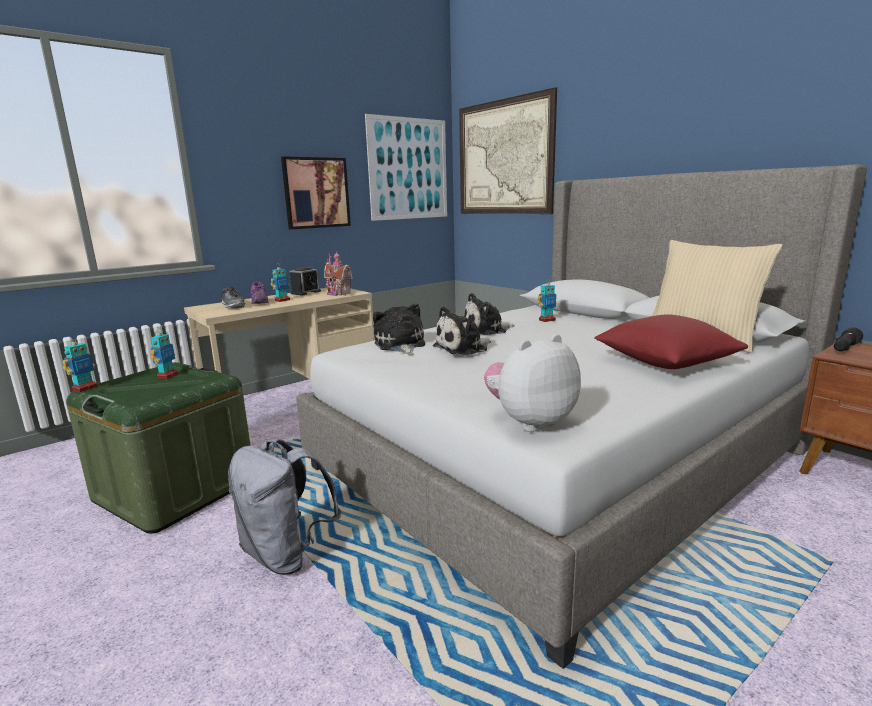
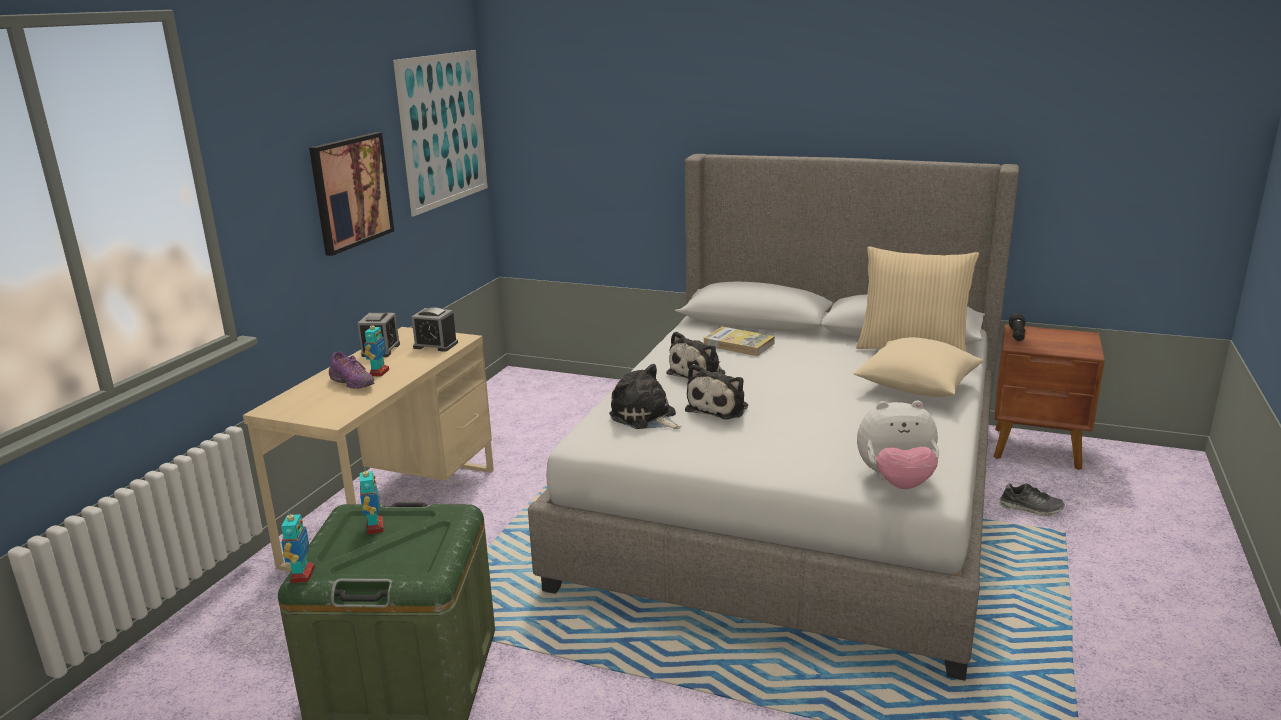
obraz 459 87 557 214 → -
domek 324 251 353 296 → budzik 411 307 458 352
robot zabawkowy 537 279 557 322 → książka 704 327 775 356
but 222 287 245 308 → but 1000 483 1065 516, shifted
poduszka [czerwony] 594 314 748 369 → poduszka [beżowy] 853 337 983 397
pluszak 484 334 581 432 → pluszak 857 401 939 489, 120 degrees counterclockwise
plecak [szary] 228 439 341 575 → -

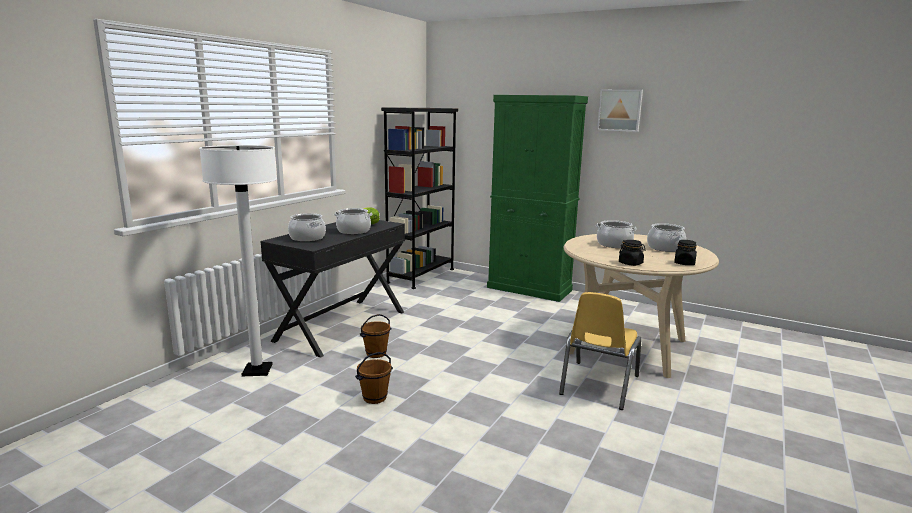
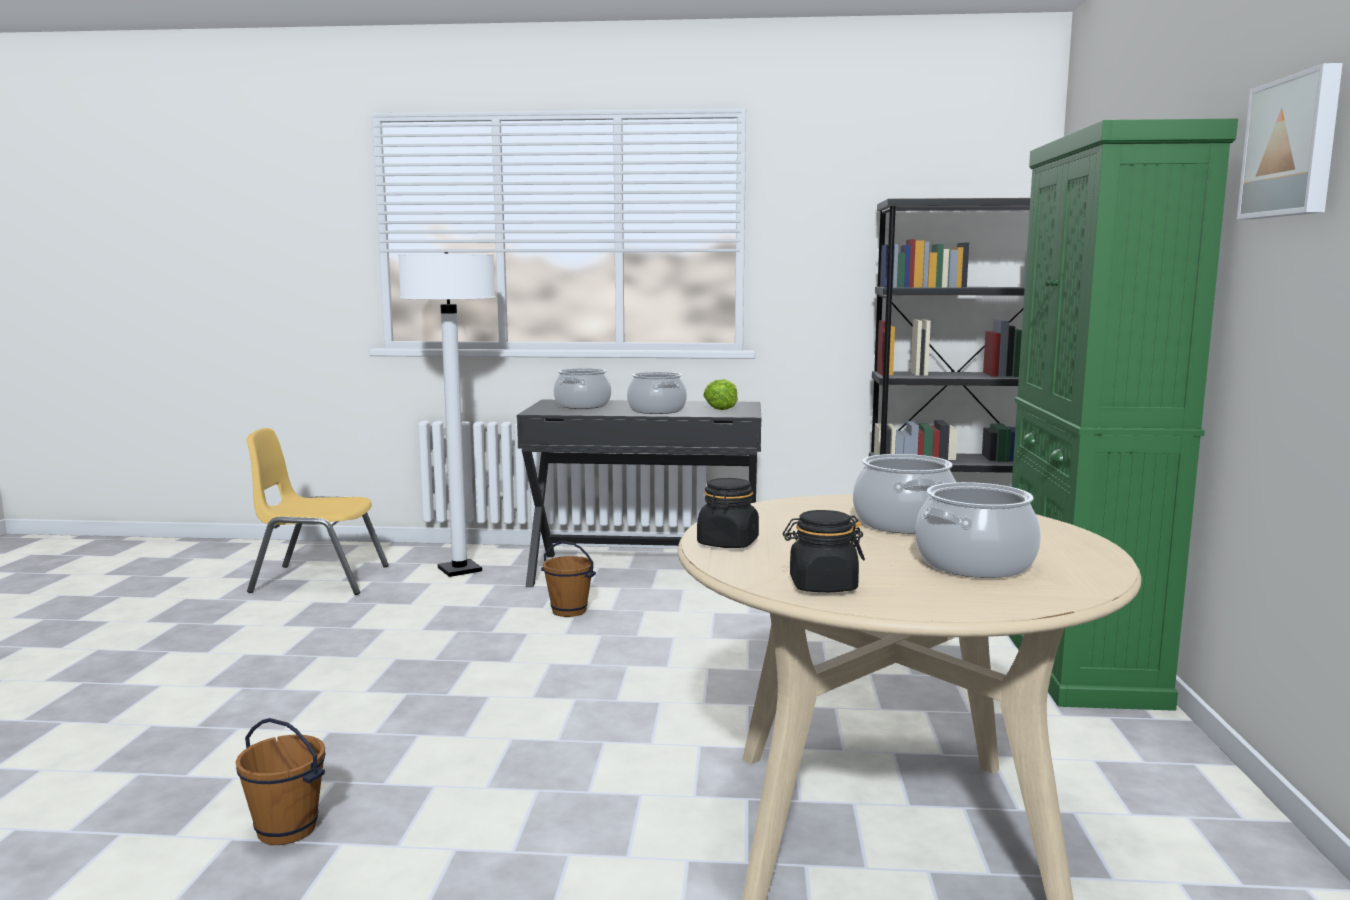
krzesło [żółty] 559 292 642 410 → krzesło [żółty] 247 428 389 595, shifted
wiadro [brązowy] 355 352 393 404 → wiadro [brązowy] 236 718 325 845, shifted

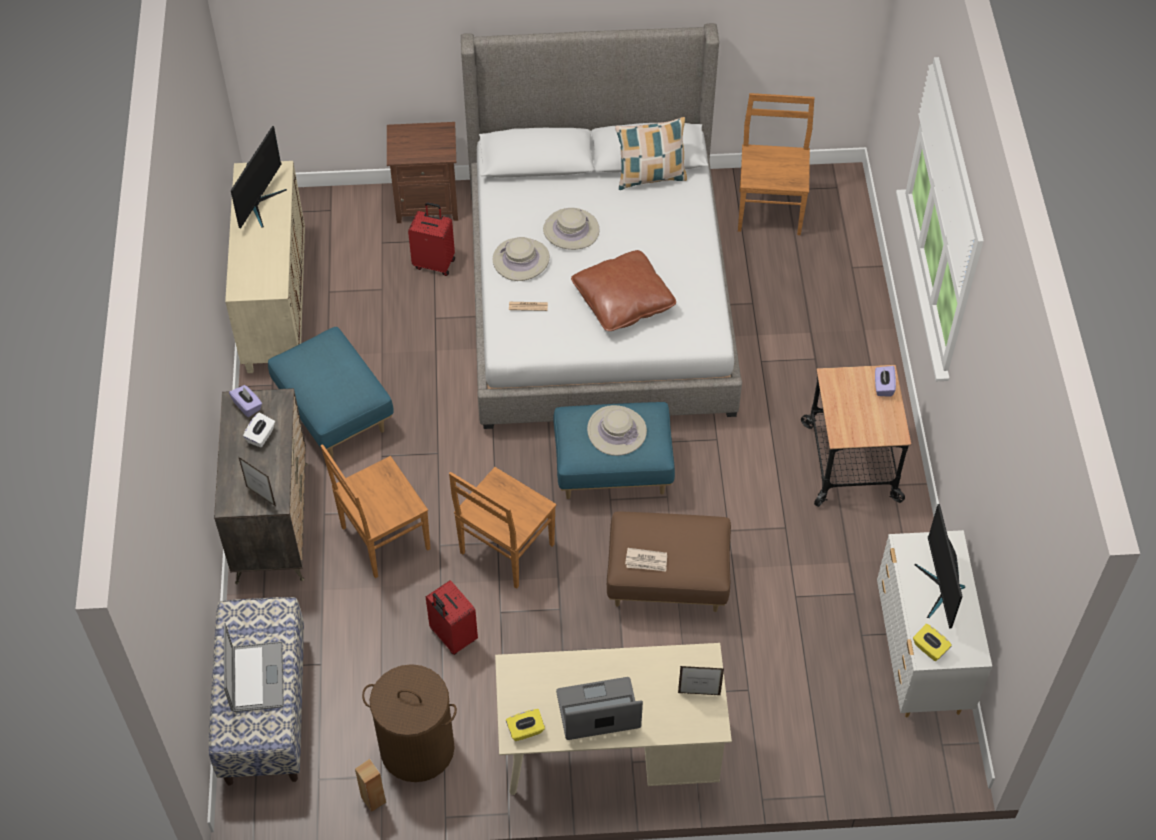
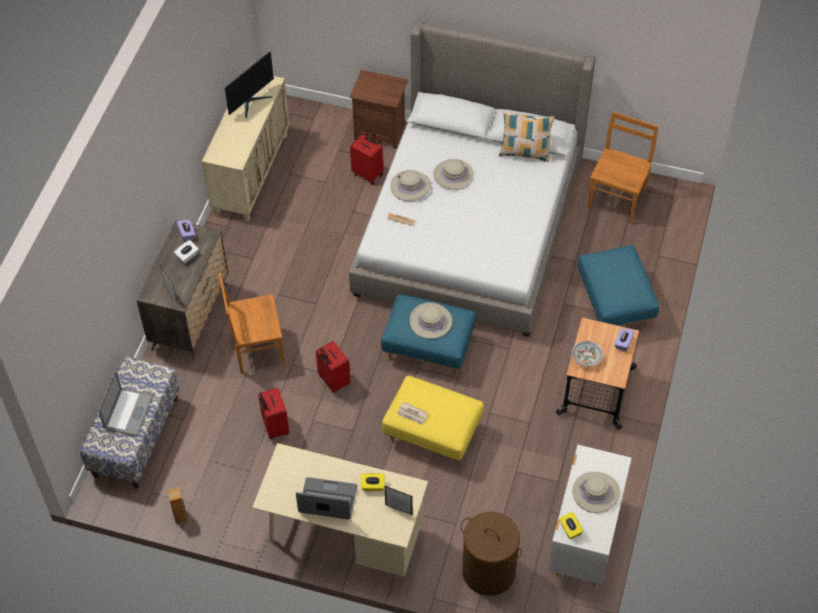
poduszka [brązowy] 571 250 676 331 → -
pufa [niebieski] 268 327 394 459 → pufa [niebieski] 578 245 659 328, shifted
krzesło [brązowy] 449 467 556 589 → walizka [czerwony] 316 341 351 393
monitor 915 504 965 628 → kapelusz [beżowy] 572 472 620 513
pufa [brązowy] 607 512 731 612 → pufa [żółty] 382 376 484 465
kosz na pranie [brązowy] 362 664 457 782 → kosz na pranie [brązowy] 460 511 522 596, shifted
pudełko chusteczek [żółty] 506 709 545 741 → pudełko chusteczek [żółty] 361 473 385 491, shifted
- → miska 572 340 603 367

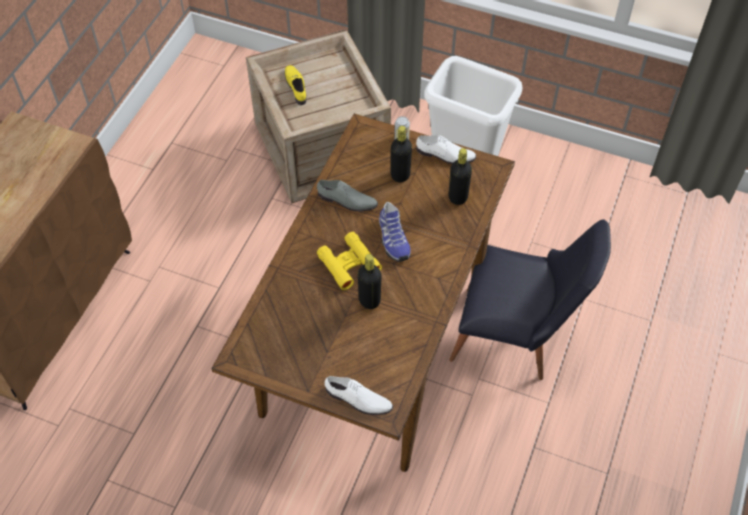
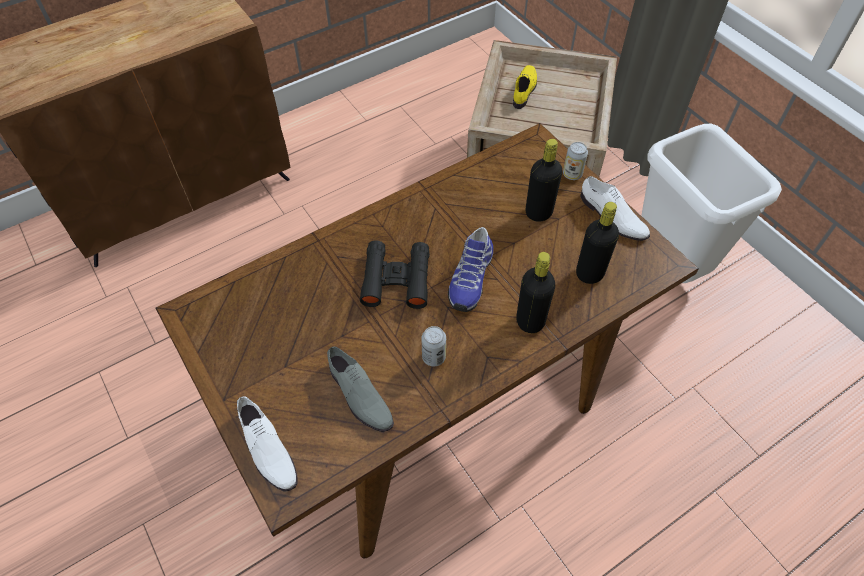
but [szary] 317 180 378 211 → but [szary] 327 346 394 432, shifted
krzesło [czarny] 449 219 611 380 → -
lornetka [żółty] 317 232 382 290 → lornetka [czarny] 360 240 430 309
butelka [czarny] 358 254 382 309 → butelka [czarny] 516 252 555 333, shifted
- → puszka 421 326 446 367

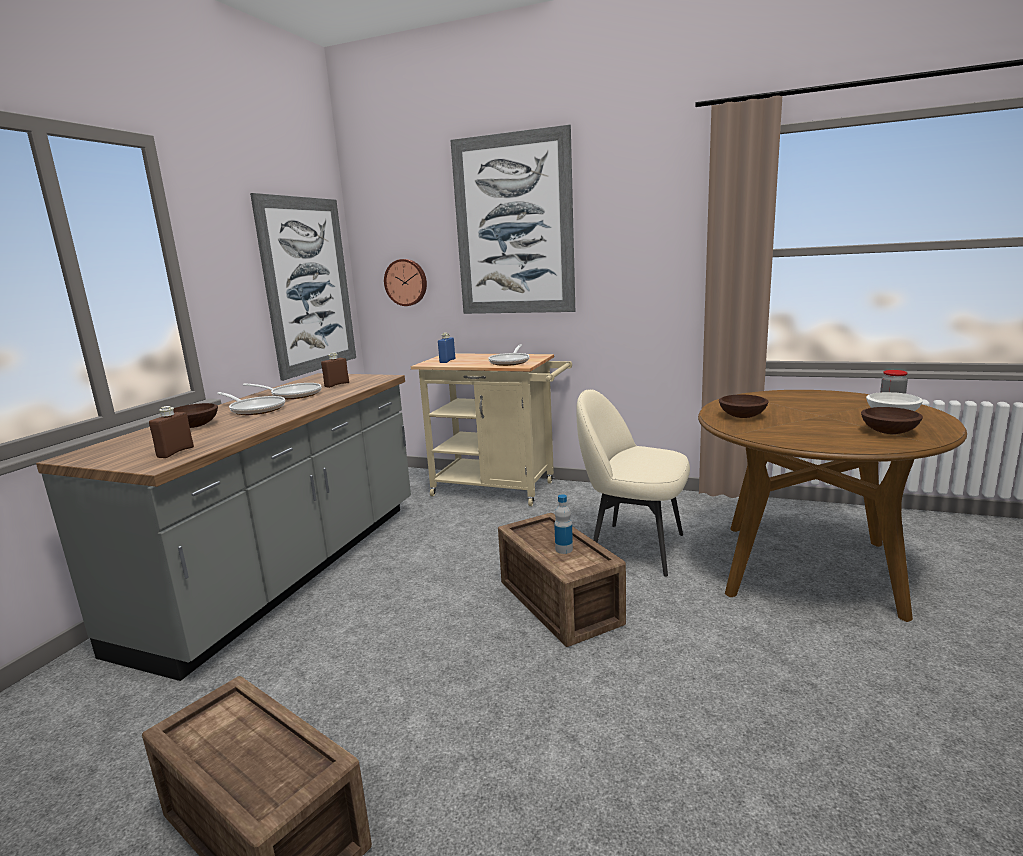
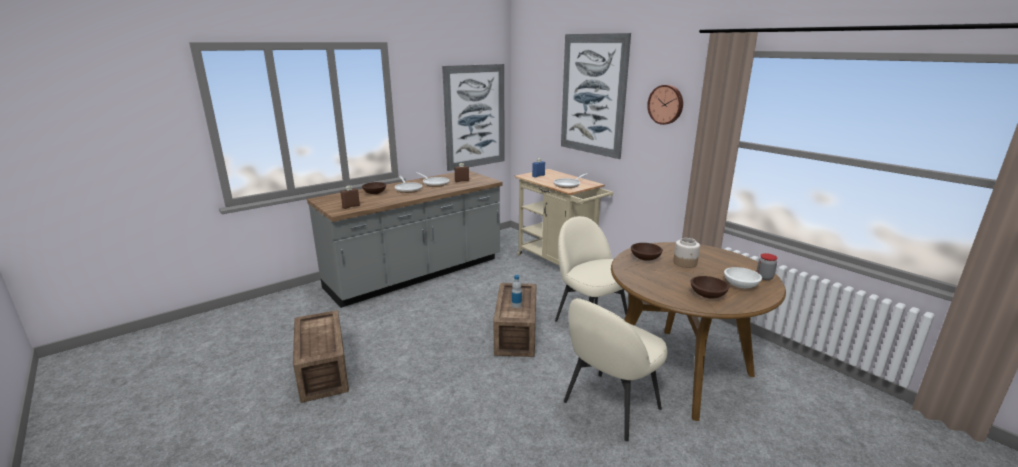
zegar ścienny 384 259 427 306 → zegar ścienny 647 85 683 125, shifted
- → słoik 673 238 700 268
- → krzesło [beżowy] 564 298 668 441

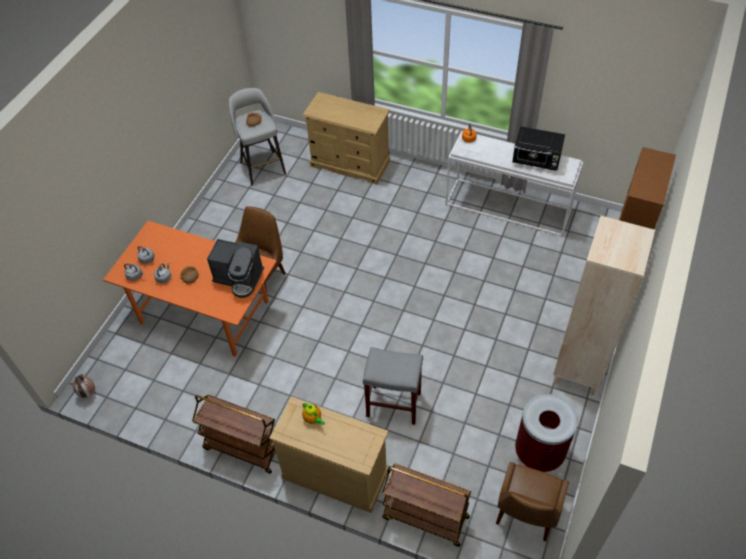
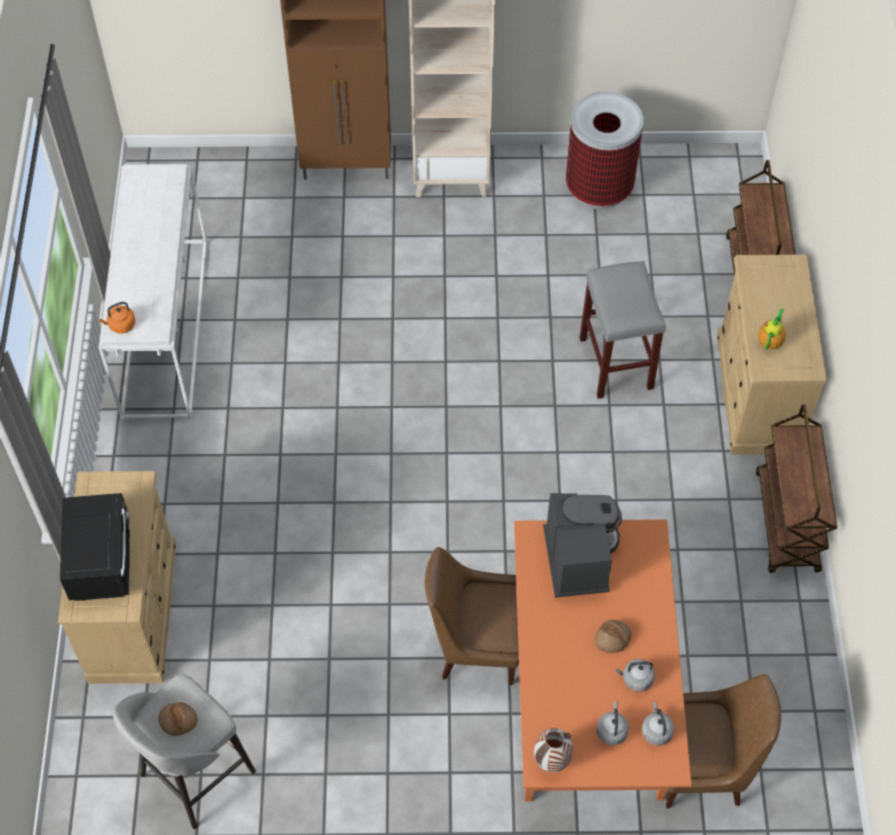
mikrofalówka [czarny] 512 126 565 171 → mikrofalówka [czarny] 60 493 130 601, shifted
wazon 73 374 95 399 → wazon 534 728 573 772, shifted
krzesło [brązowy] 496 462 569 541 → krzesło [brązowy] 666 674 781 808, shifted

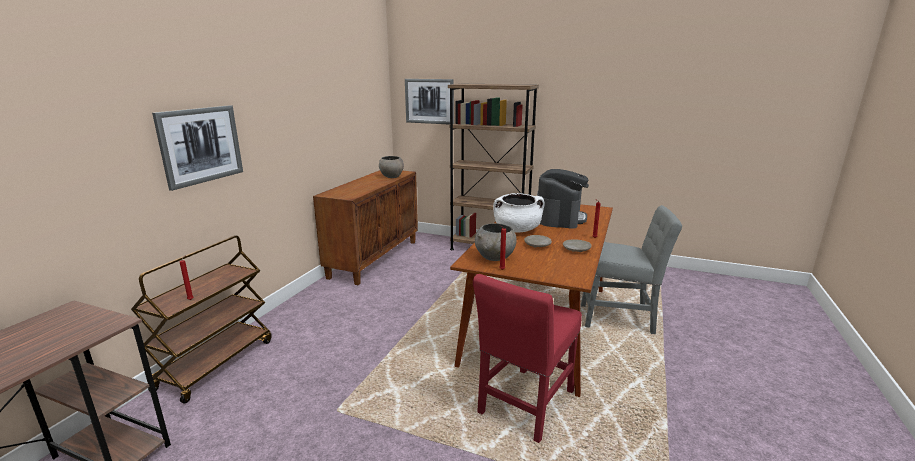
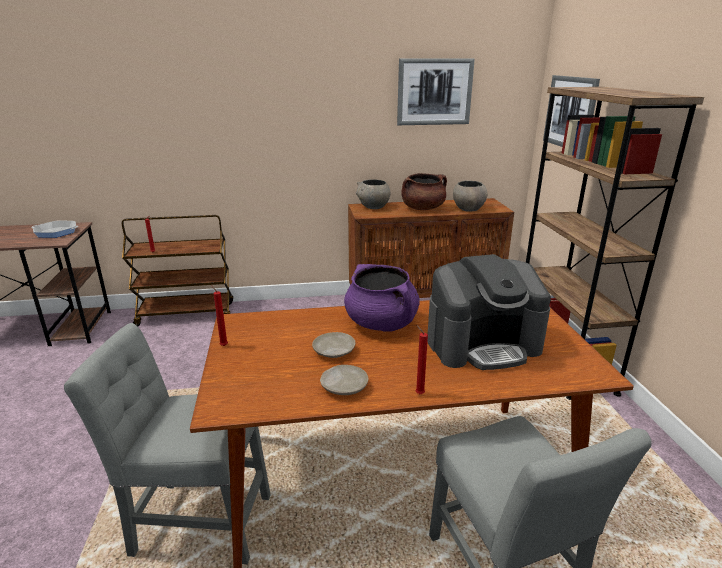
obraz 152 105 243 191 → obraz 397 58 475 125, shifted
garnek [biały] 493 193 545 232 → garnek [fioletowy] 344 264 420 332
miska [szary] 475 223 517 261 → miska [szary] 356 179 390 209, shifted
krzesło [czerwony] 473 274 582 443 → krzesło [szary] 64 323 271 564
- → garnek [brązowy] 401 173 447 210
- → patelnia 32 221 78 238

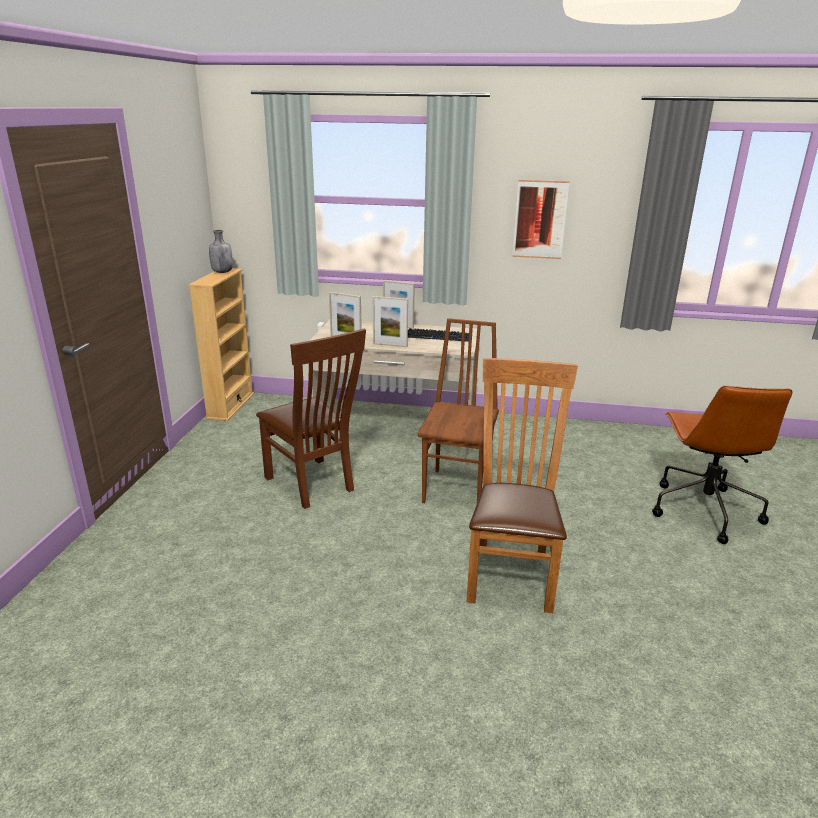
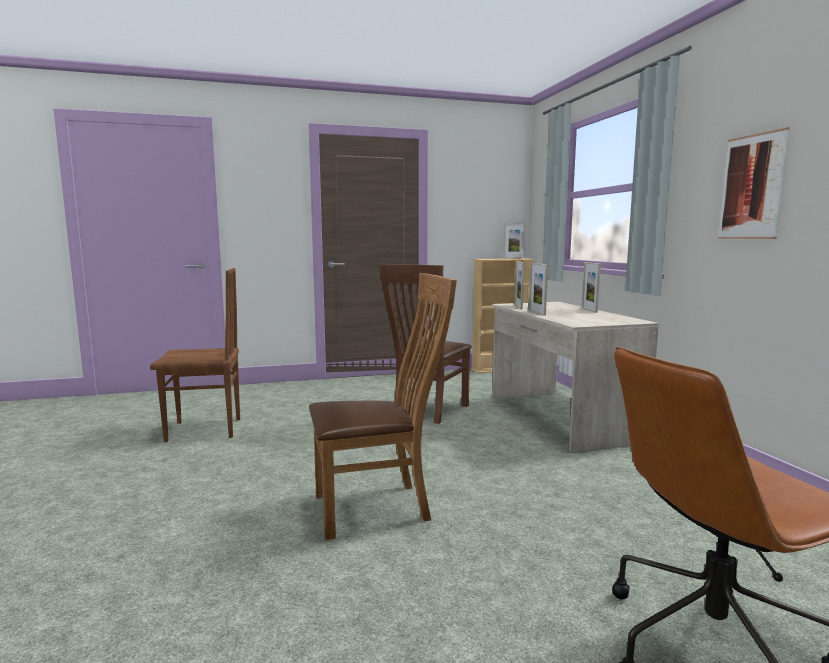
butelka [szary] 209 230 233 273 → ramka na zdjęcie 503 222 525 259
krzesło [brązowy] 418 318 499 503 → krzesło [brązowy] 150 268 240 442, shifted
klawiatura 408 328 469 342 → -

